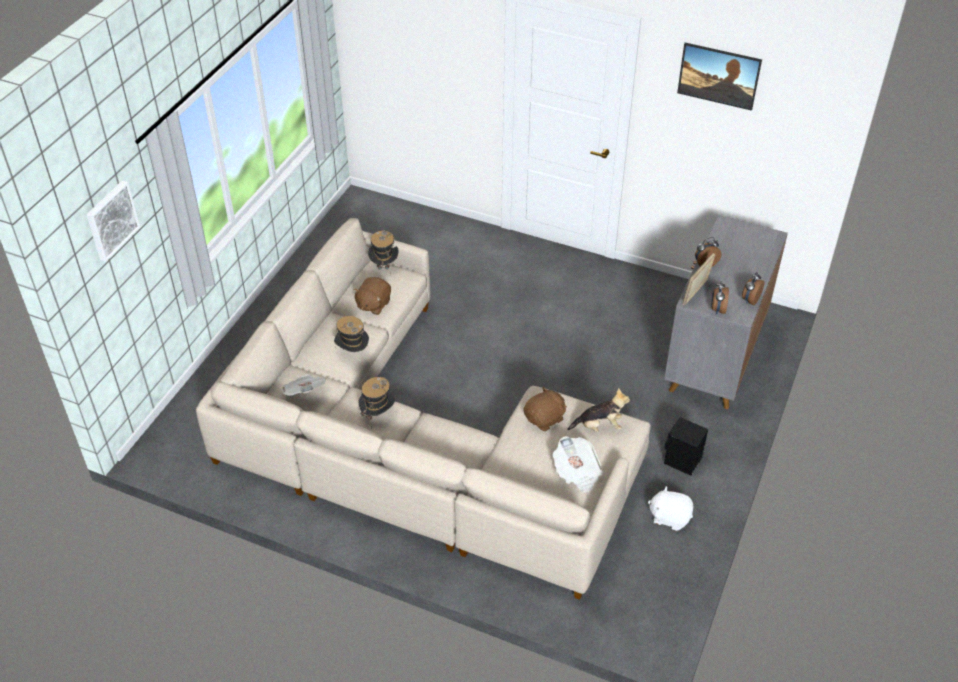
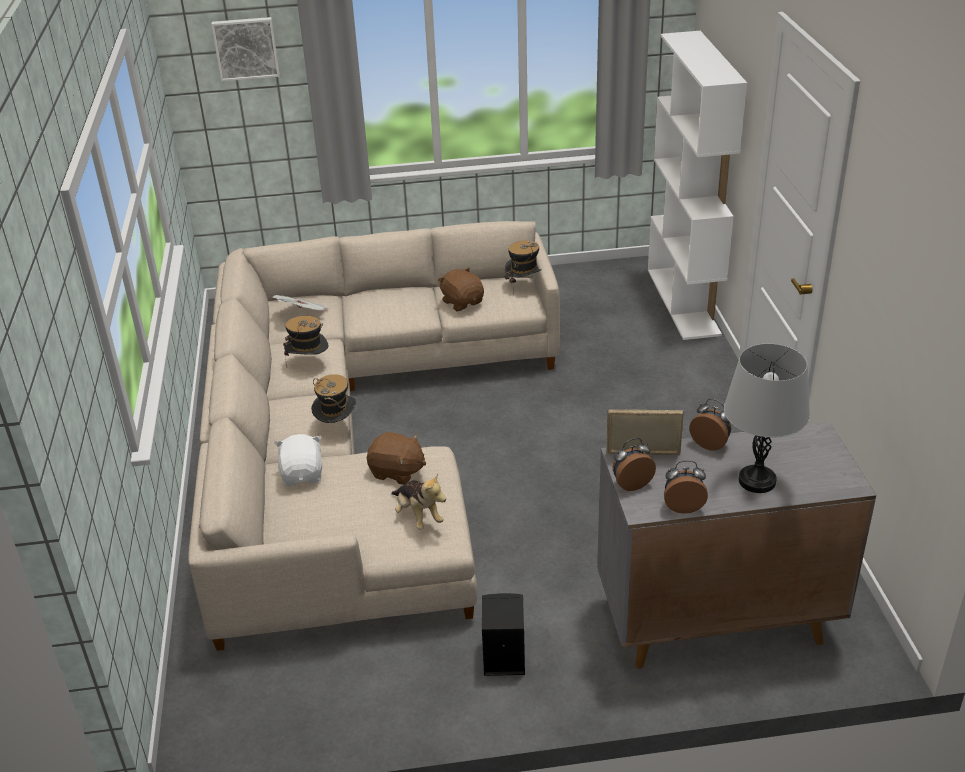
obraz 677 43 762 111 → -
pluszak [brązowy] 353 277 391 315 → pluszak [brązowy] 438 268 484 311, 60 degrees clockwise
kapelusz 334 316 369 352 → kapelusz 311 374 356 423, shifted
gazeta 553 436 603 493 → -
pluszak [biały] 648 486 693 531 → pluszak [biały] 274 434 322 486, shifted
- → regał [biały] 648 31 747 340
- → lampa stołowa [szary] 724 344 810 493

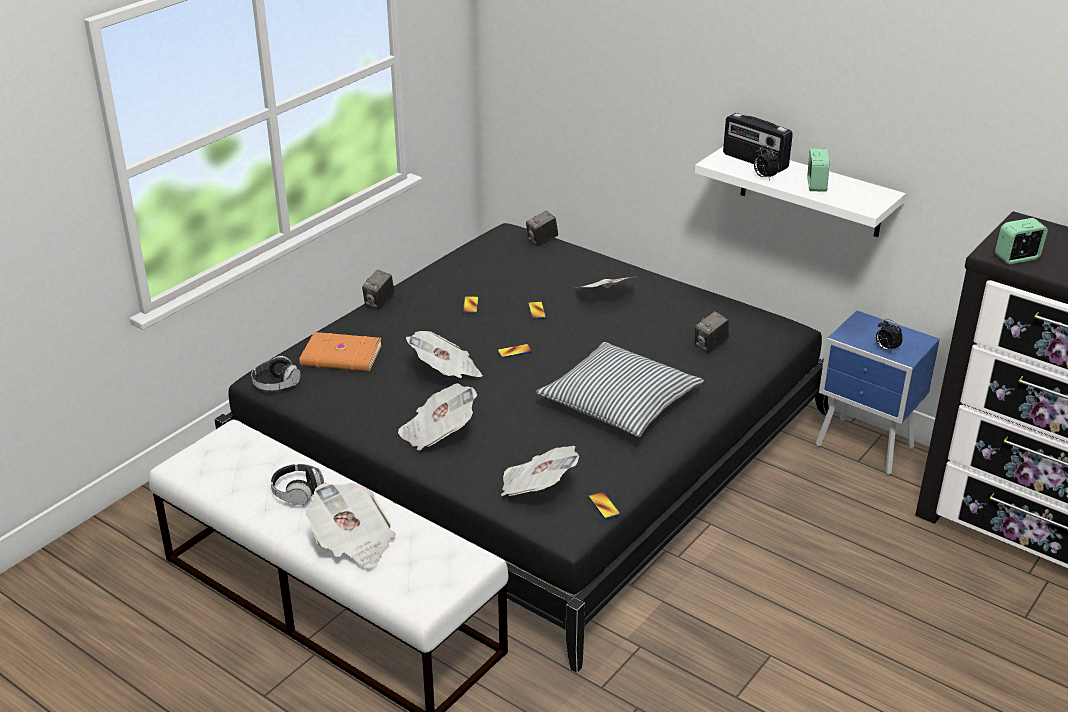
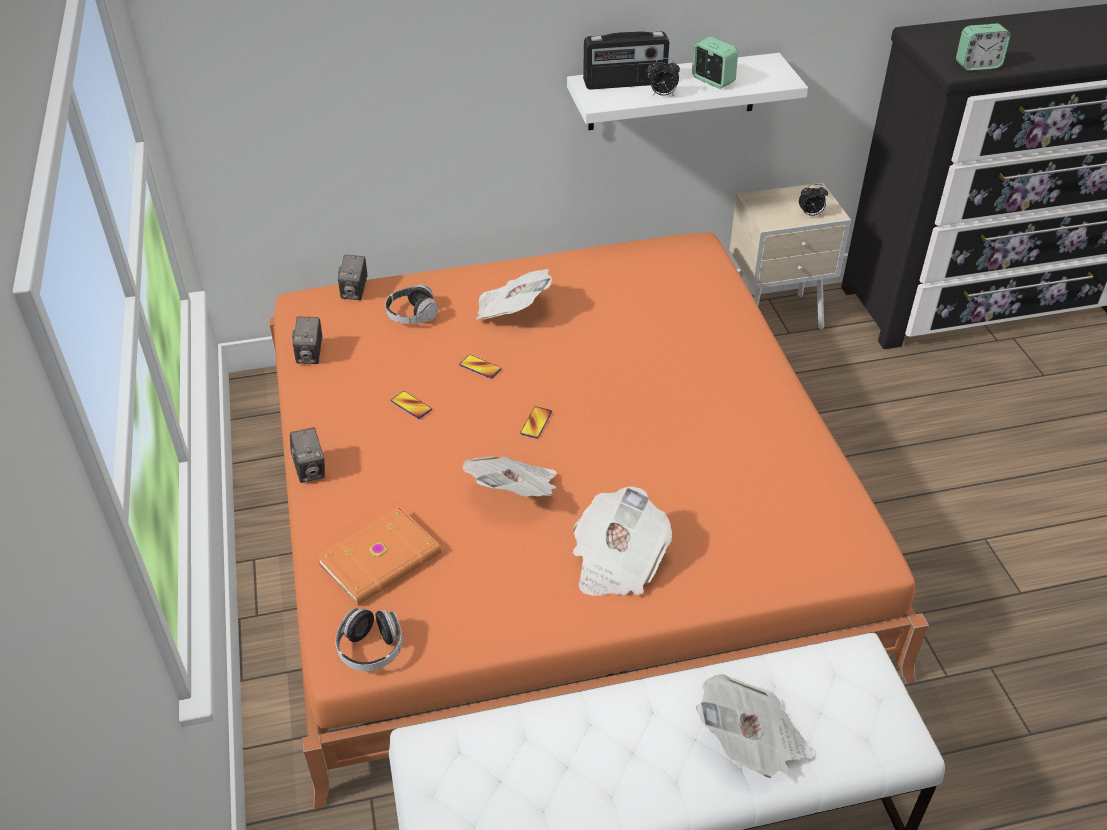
budzik 995 218 1048 264 → budzik 956 23 1011 71, 120 degrees counterclockwise
łóżko [czarny] 214 223 829 673 → łóżko [pomarańczowy] 269 233 929 809
szafka nocna [niebieski] 816 310 940 475 → szafka nocna [beżowy] 729 183 851 330
aparat fotograficzny 695 311 729 353 → aparat fotograficzny 292 316 322 364, shifted
poduszka 536 342 704 437 → -
gazeta 501 446 579 496 → -
słuchawki 271 464 324 505 → słuchawki 385 284 438 324, shifted
telefon 588 491 620 519 → -

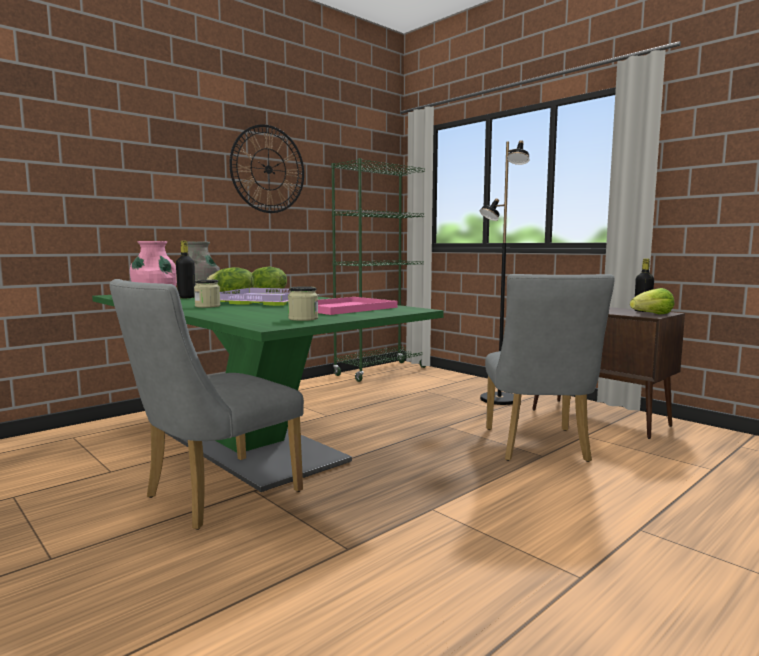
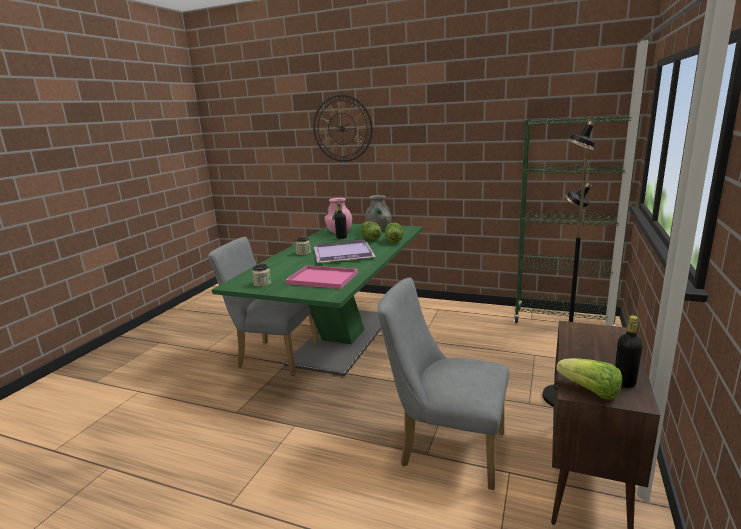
zegar ścienny 229 124 304 213 → zegar ścienny 313 94 372 162, shifted
krzesło [szary] 485 274 615 462 → krzesło [szary] 377 277 509 490, 45 degrees clockwise

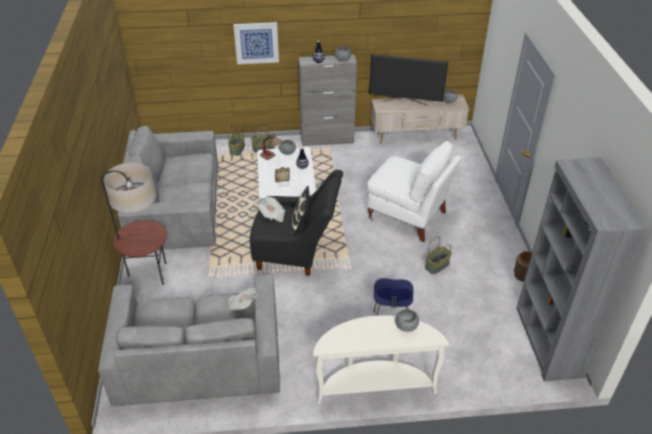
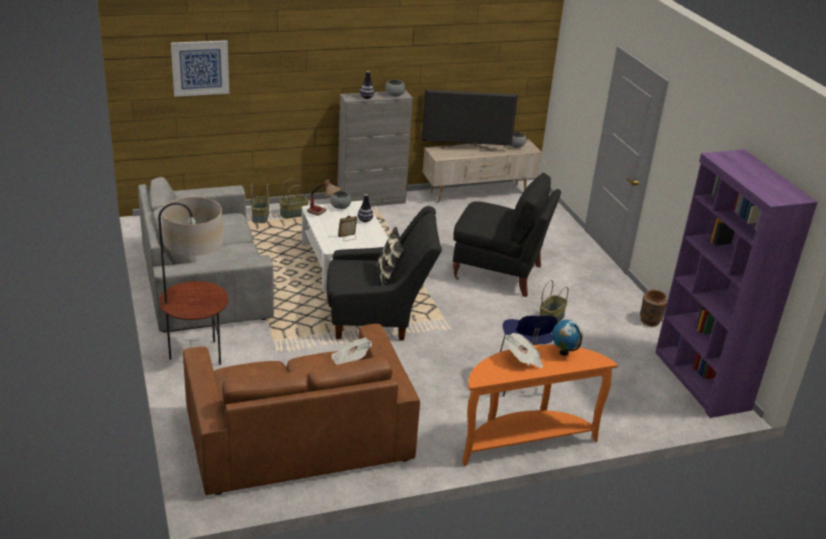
obraz 233 22 279 64 → obraz 171 40 229 97, shifted
fotel [biały] 367 141 461 242 → fotel [czarny] 453 172 561 297
regał [szary] 516 157 649 381 → regał [fioletowy] 655 149 818 418
gazeta 258 197 286 222 → gazeta 505 333 543 368, shifted
kanapa [szary] 98 275 280 406 → kanapa [brązowy] 183 324 420 495
miska [szary] 395 309 419 332 → globus 552 320 583 356
stolik konsolowy [biały] 313 315 449 404 → stolik konsolowy [pomarańczowy] 462 345 618 466

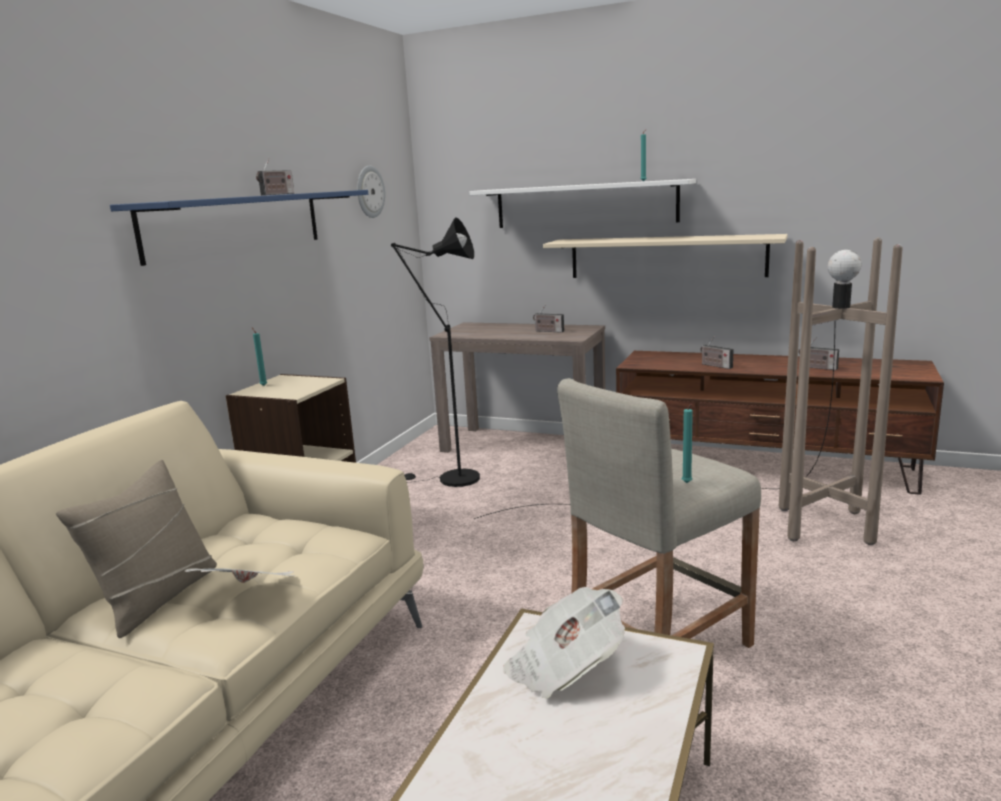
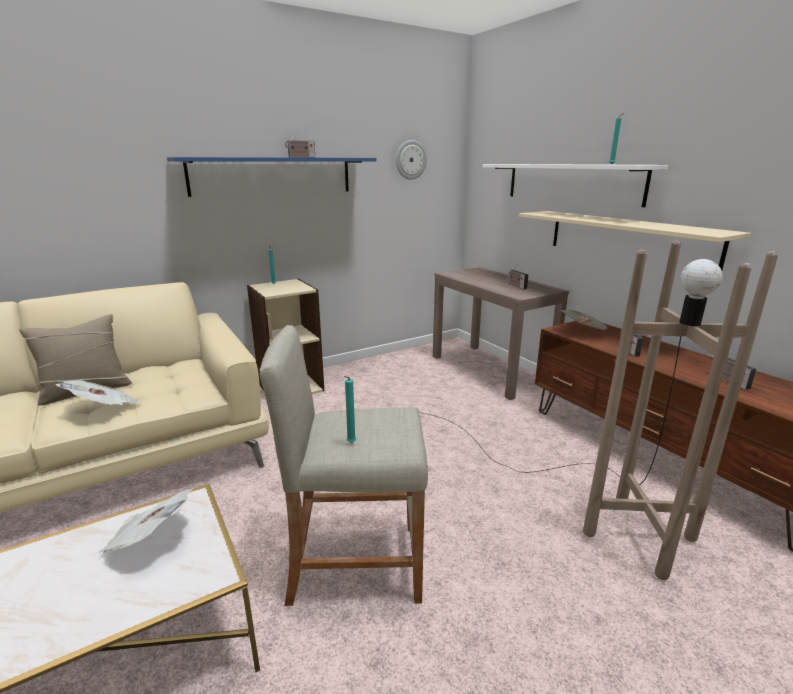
lampa stojąca [czarny] 391 217 480 487 → -
- → gazeta 560 310 607 330

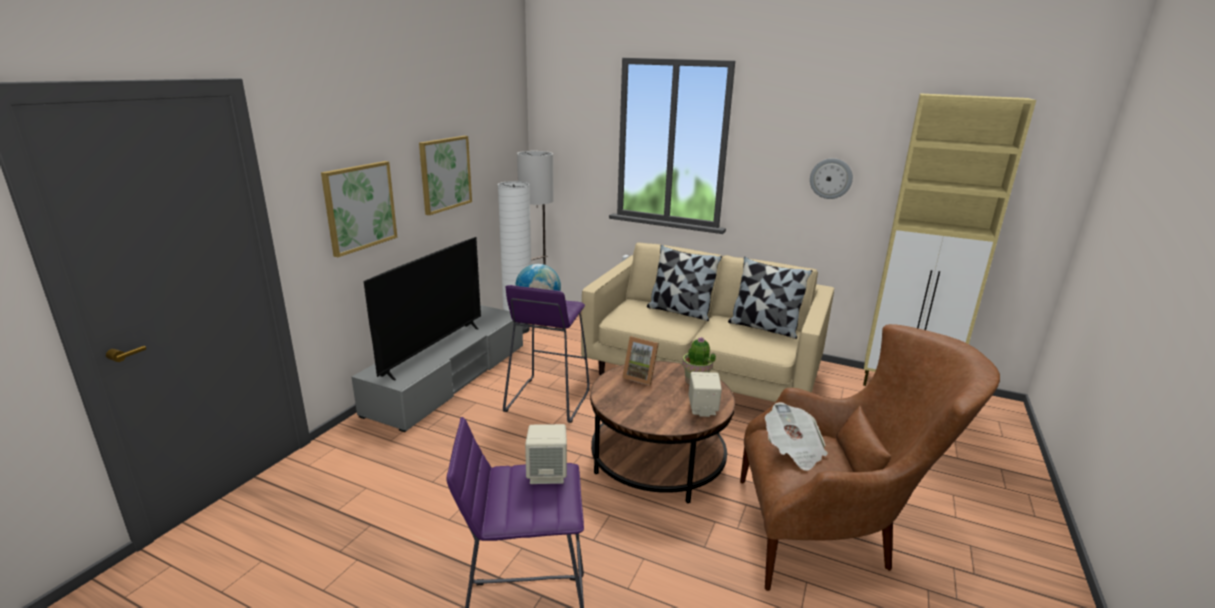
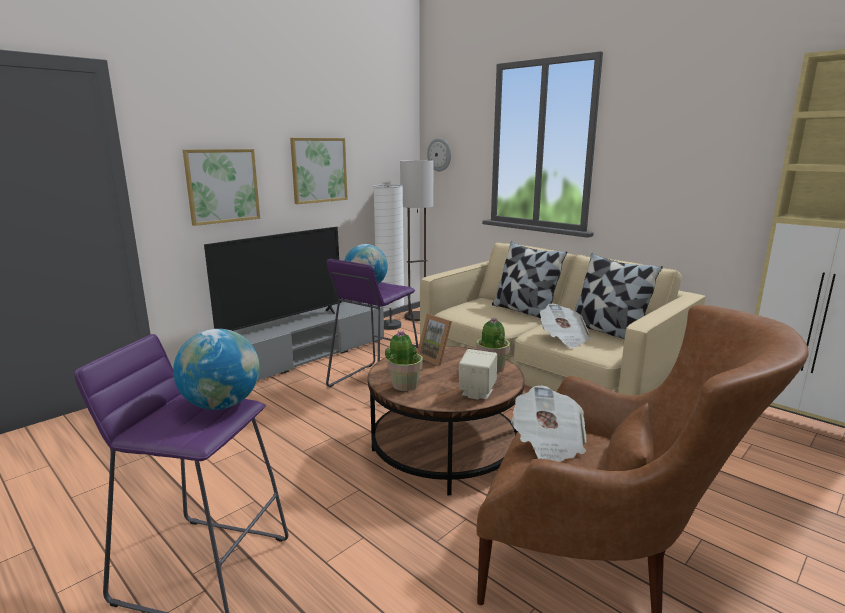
zegar ścienny 810 158 853 199 → zegar ścienny 427 138 451 171, shifted
głośnik [beżowy] 525 424 567 484 → globus 173 329 260 410
- → gazeta 540 304 591 348
- → roślina doniczkowa 385 331 423 391

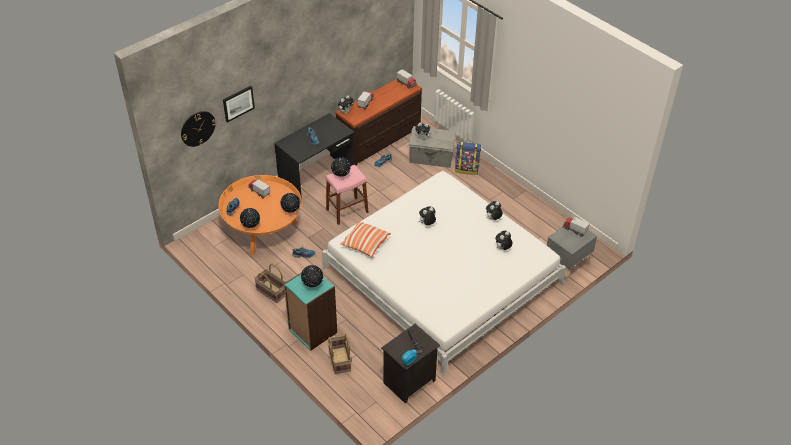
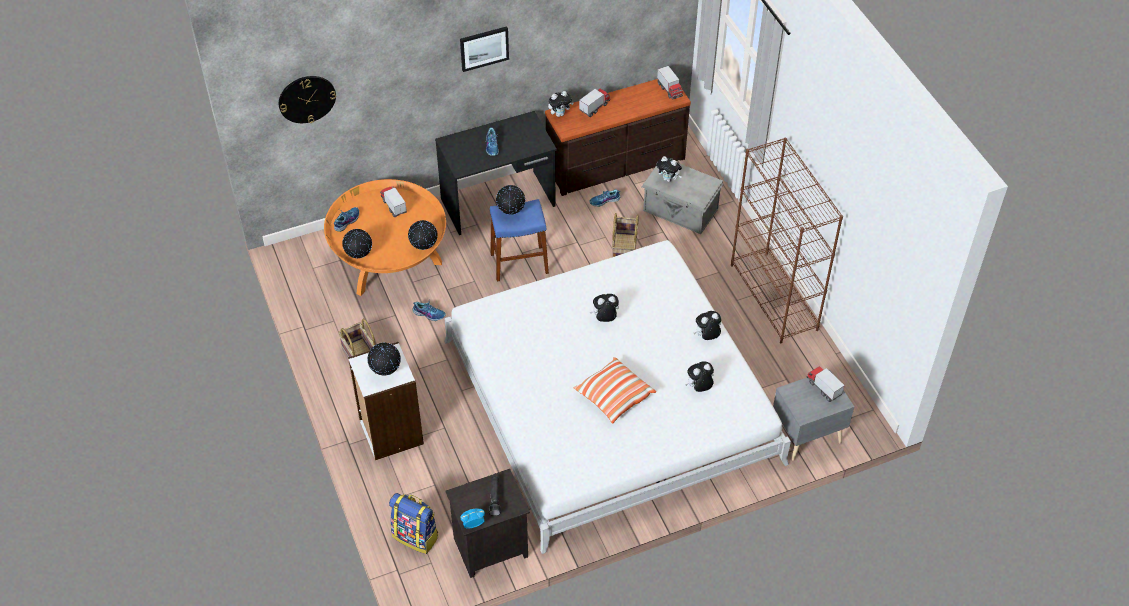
obraz 223 86 255 123 → obraz 460 26 509 72, shifted
plecak 455 141 481 175 → plecak 389 493 438 554, shifted
stołek [różowy] 326 165 369 225 → stołek [niebieski] 490 199 549 282
poduszka 340 221 391 257 → poduszka 573 357 656 423, shifted
regał [turkusowy] 284 272 337 351 → regał [biały] 348 342 424 460
koszyk 328 334 351 374 → koszyk 612 213 639 257, shifted
- → regał [brązowy] 731 137 843 343

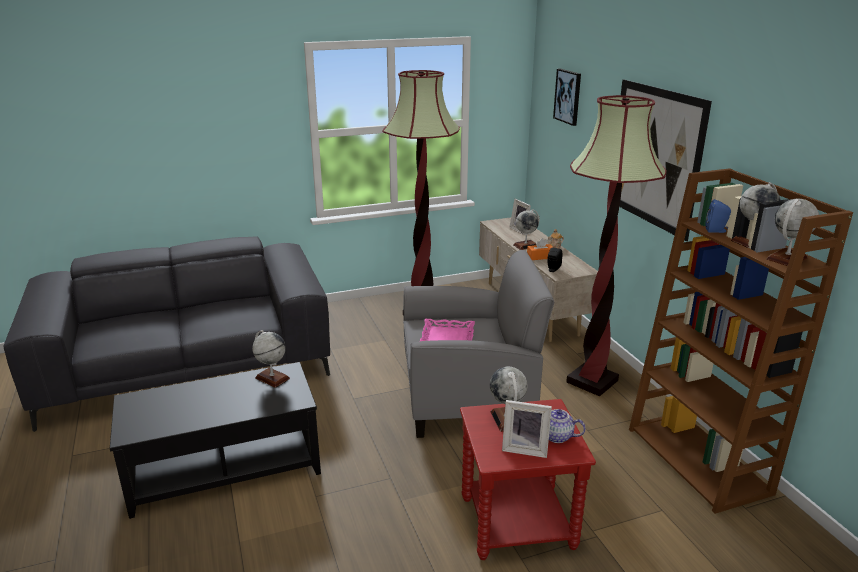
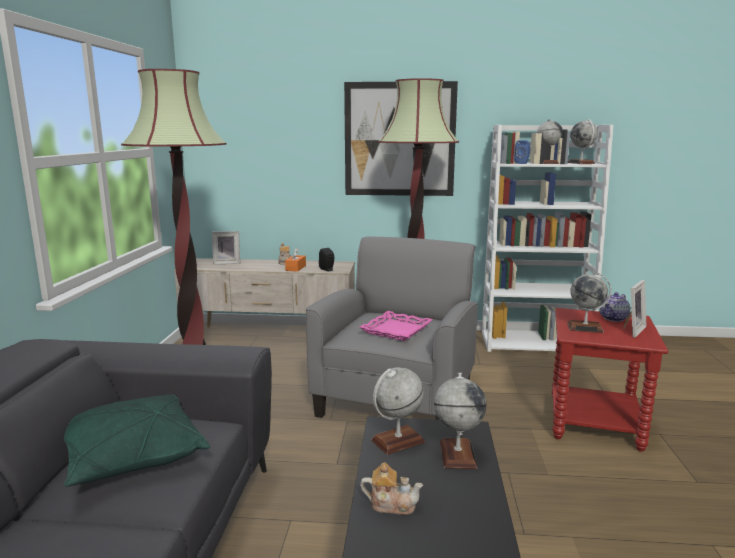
obraz 553 69 581 126 → -
regał [brązowy] 629 168 853 514 → regał [biały] 482 125 614 352
globus 513 209 539 250 → globus 434 373 487 469, shifted
- → poduszka [zielony] 63 395 210 487
- → imbryk 360 463 423 515

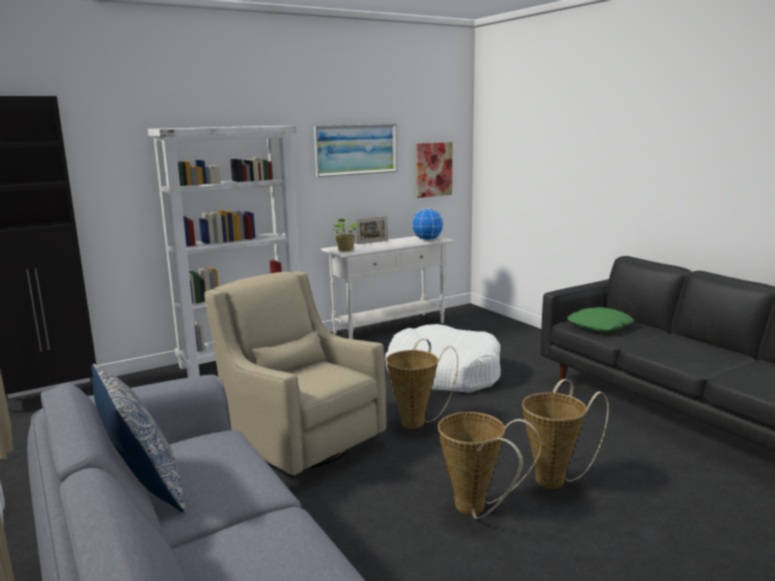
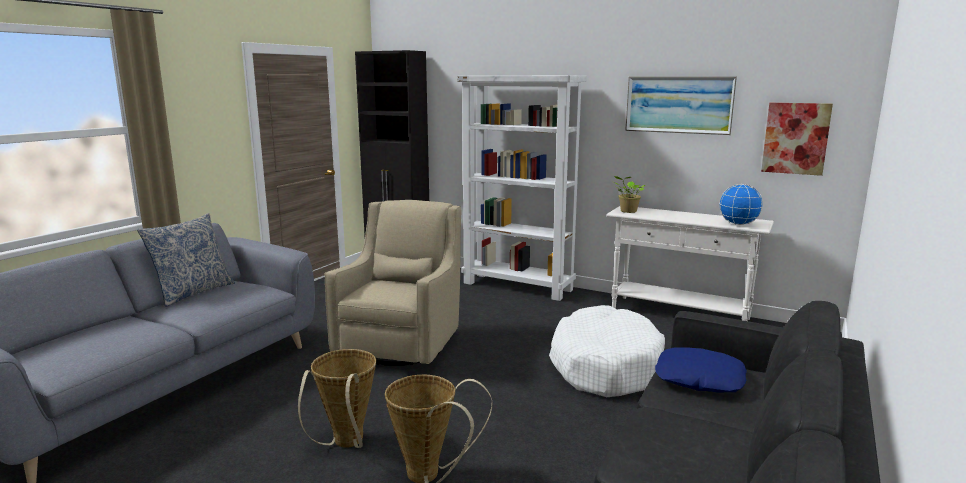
ramka na zdjęcie 356 216 388 244 → -
poduszka [zielony] 567 307 634 332 → poduszka [niebieski] 655 347 747 392
koszyk 386 339 458 429 → -

